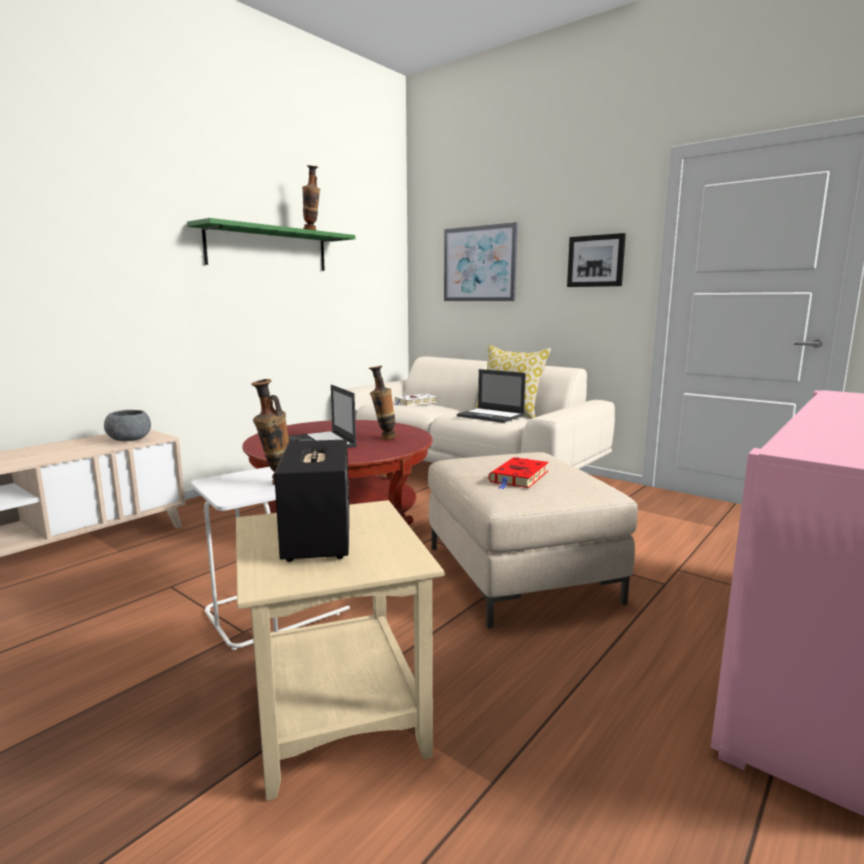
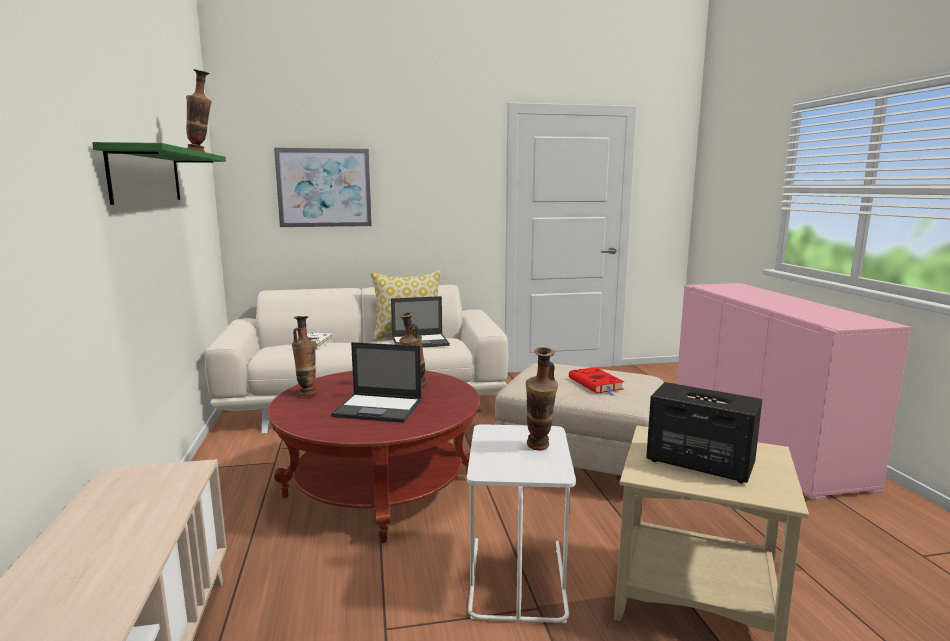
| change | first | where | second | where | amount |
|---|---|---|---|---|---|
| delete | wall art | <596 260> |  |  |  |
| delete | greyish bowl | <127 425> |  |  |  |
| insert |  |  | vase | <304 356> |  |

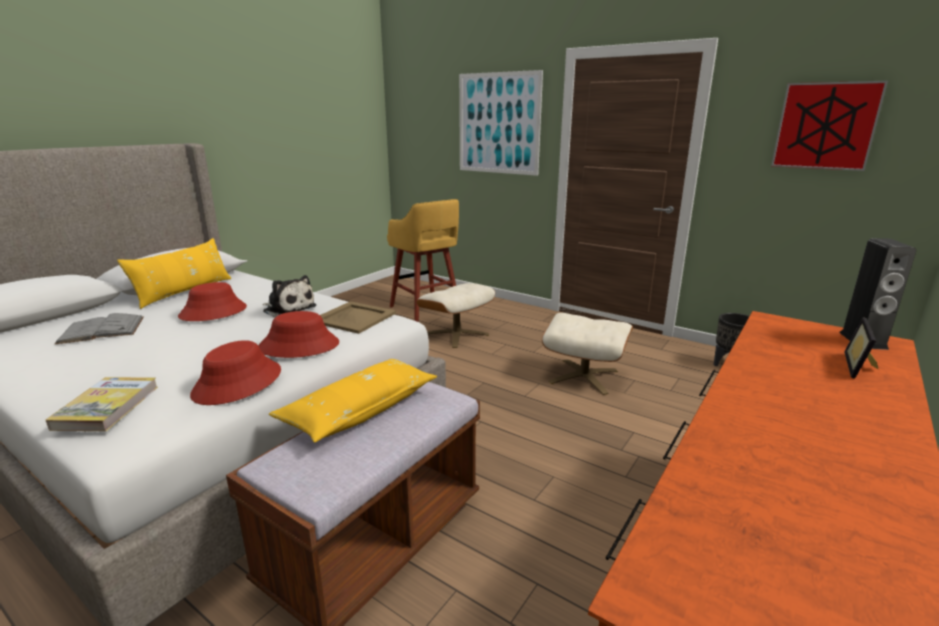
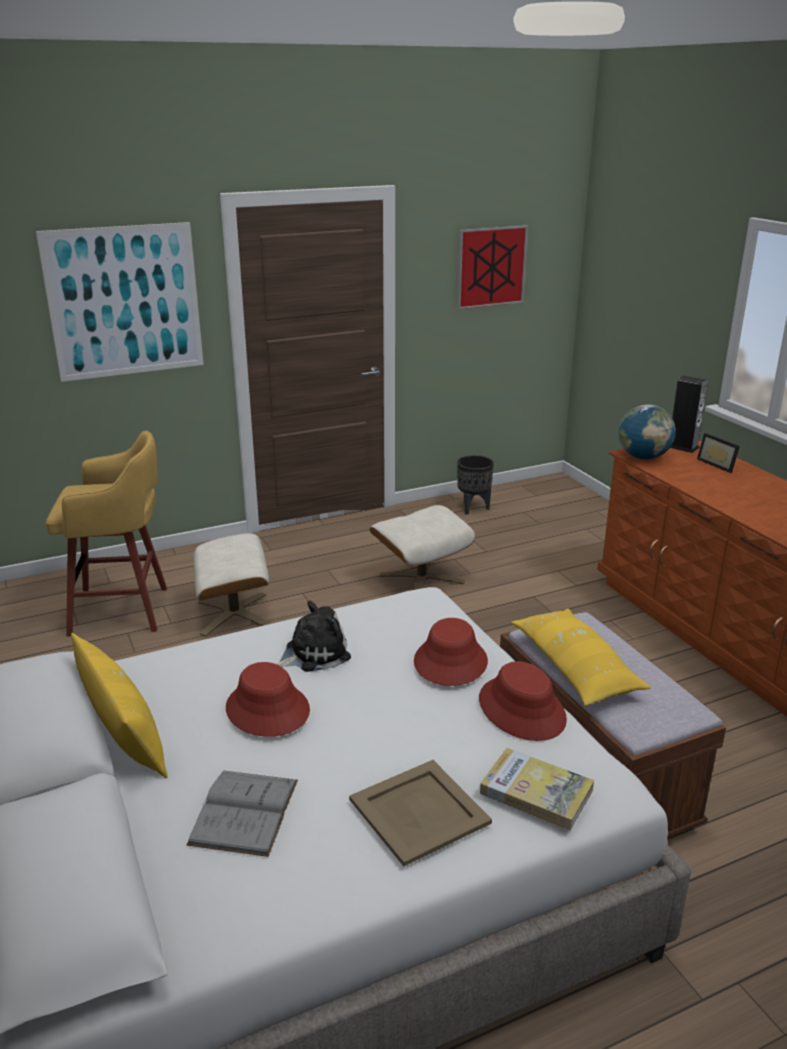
| change | first | where | second | where | amount |
|---|---|---|---|---|---|
| move | beige-coloured tray | <358 317> |  | <420 813> |  |
| insert |  |  | globe | <647 432> |  |

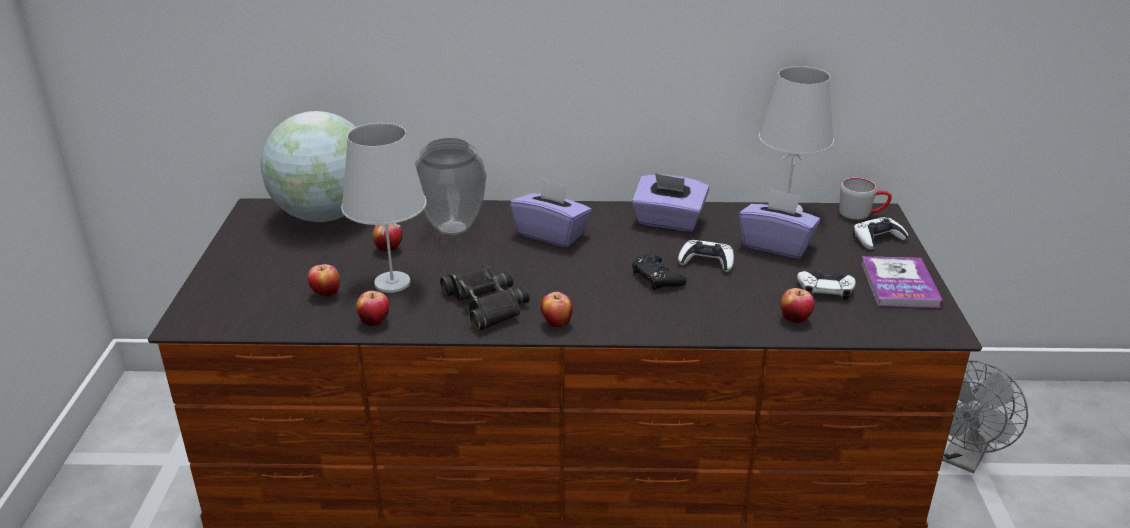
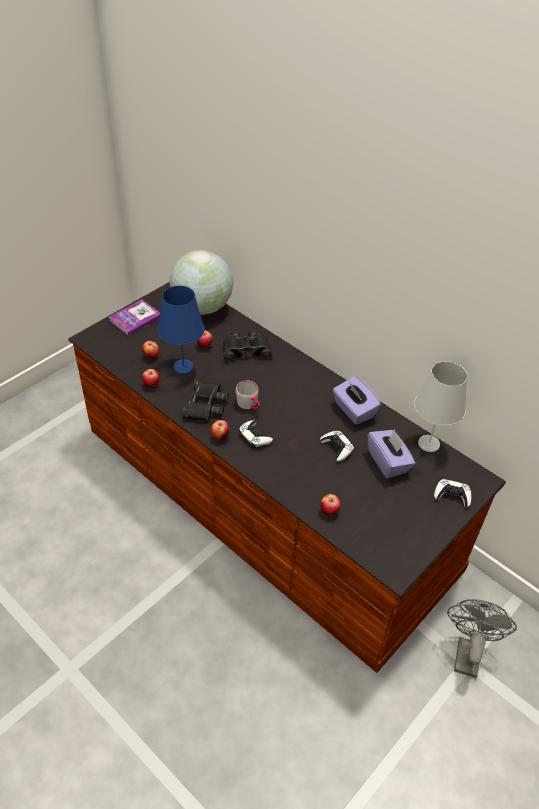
| change | first | where | second | where | amount |
|---|---|---|---|---|---|
| recolor | whitish lamp for a table | <384 208> | blue-coloured lamp for a table | <180 330> |  |
| replace | vase | <451 186> | blackish binoculars | <247 346> |  |
| delete | purple-coloured tissue holder | <551 212> |  |  |  |
| move | greyish tea mug | <865 199> |  | <248 395> |  |
| delete | blackish game controller | <659 272> |  |  |  |
| move | volume | <902 282> |  | <134 318> |  |
| move | whitish game controller | <826 285> |  | <256 434> |  |
| rotate | greyish electric fan | <985 416> |  | <482 638> | 120 degrees clockwise |

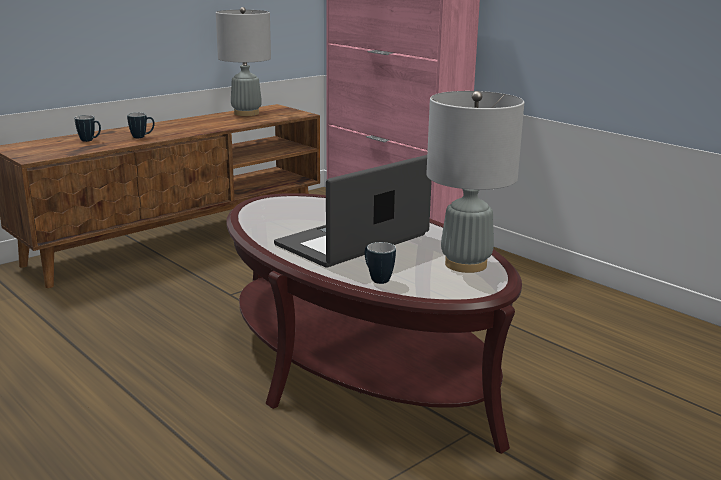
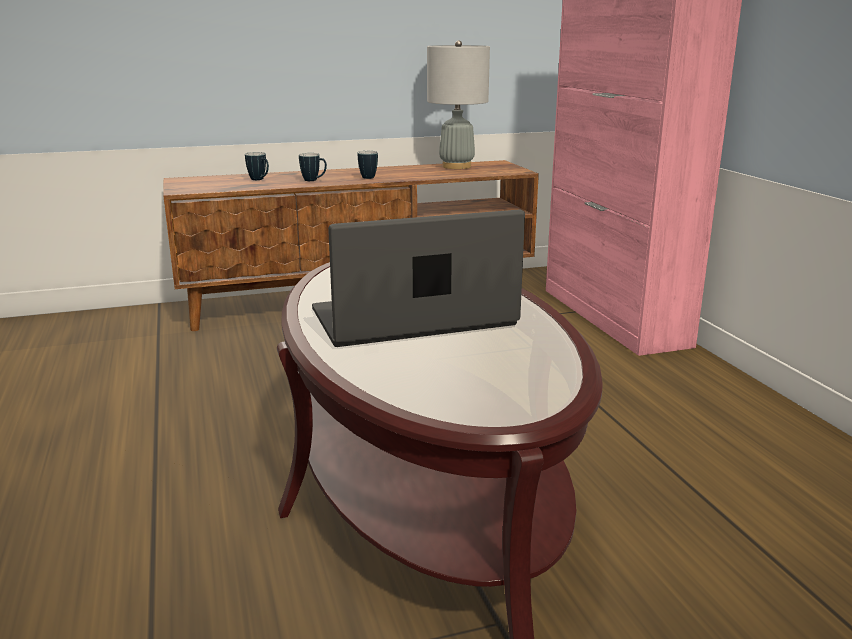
| change | first | where | second | where | amount |
|---|---|---|---|---|---|
| delete | greyish lamp for a table | <475 182> |  |  |  |
| move | tea mug | <380 263> |  | <368 165> |  |

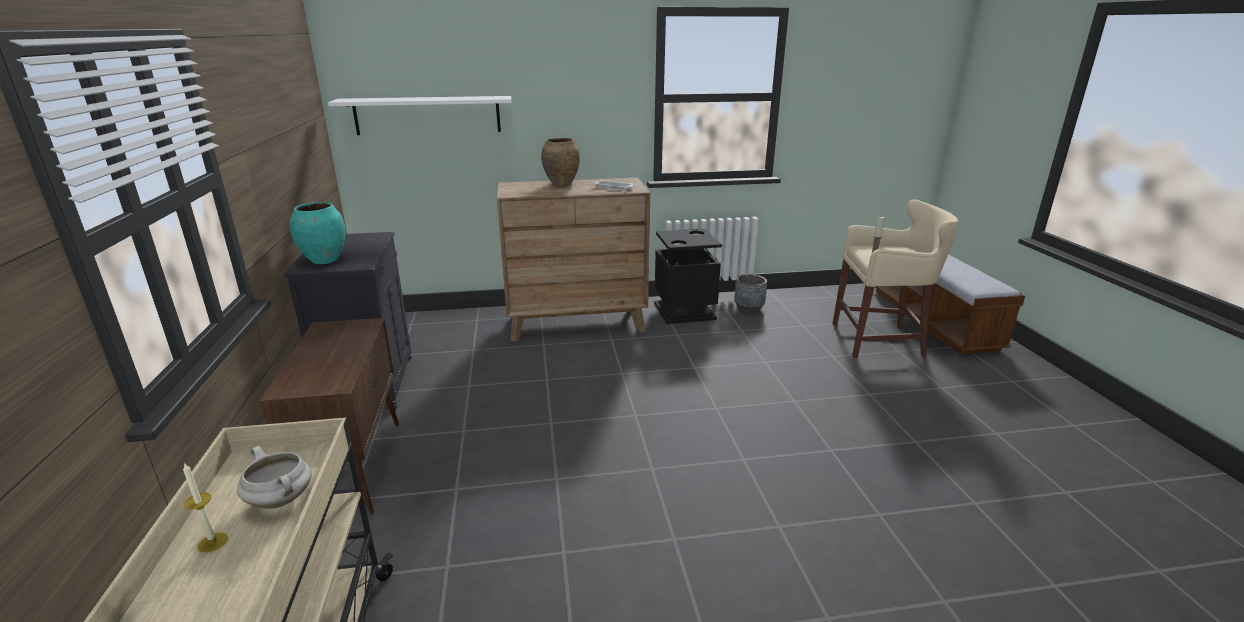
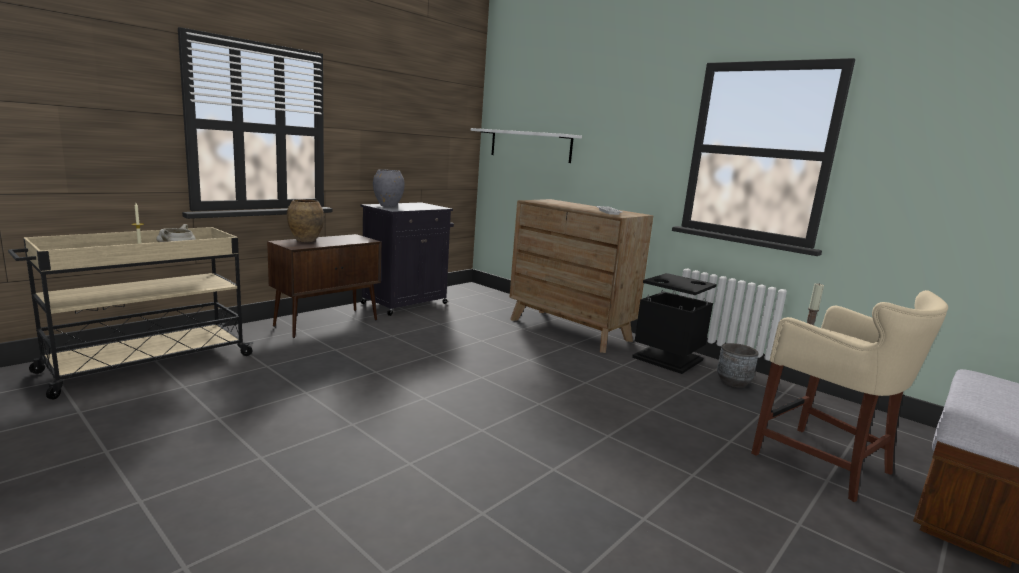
| change | first | where | second | where | amount |
|---|---|---|---|---|---|
| move | brown-coloured vase | <560 162> |  | <305 220> |  |
| recolor | blue-green vase | <317 233> | greyish vase | <389 188> |  |

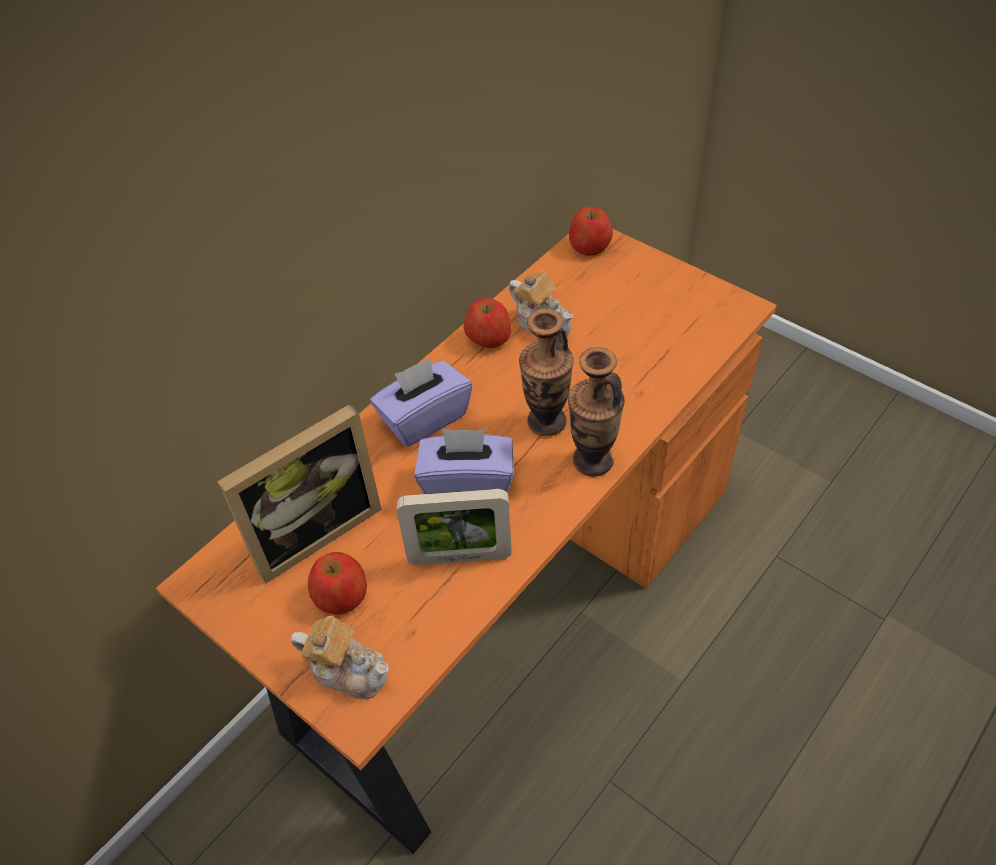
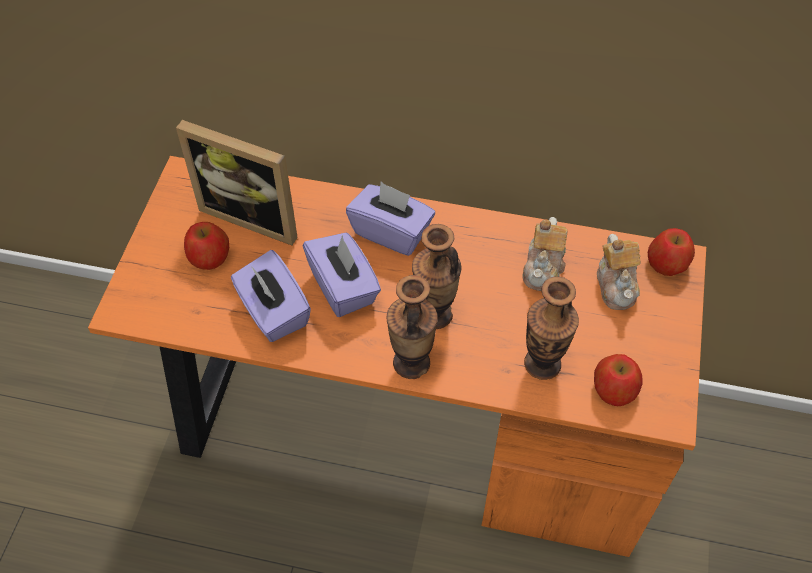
| change | first | where | second | where | amount |
|---|---|---|---|---|---|
| move | whole apple | <487 323> |  | <618 380> |  |
| replace | standing frame | <454 527> | purple-coloured tissue holder | <271 296> |  |
| move | teapot | <340 657> |  | <619 272> |  |
| insert |  |  | vase | <551 328> |  |

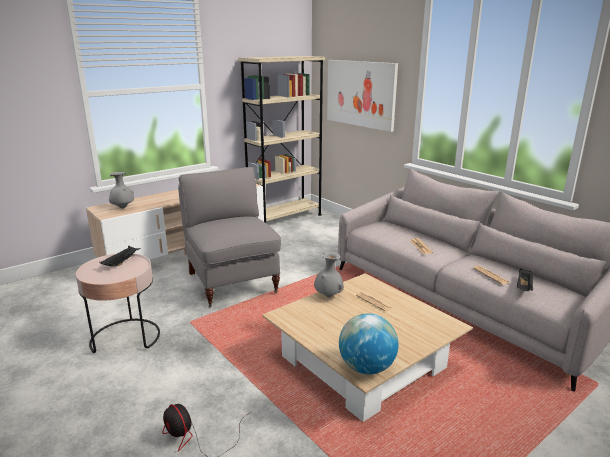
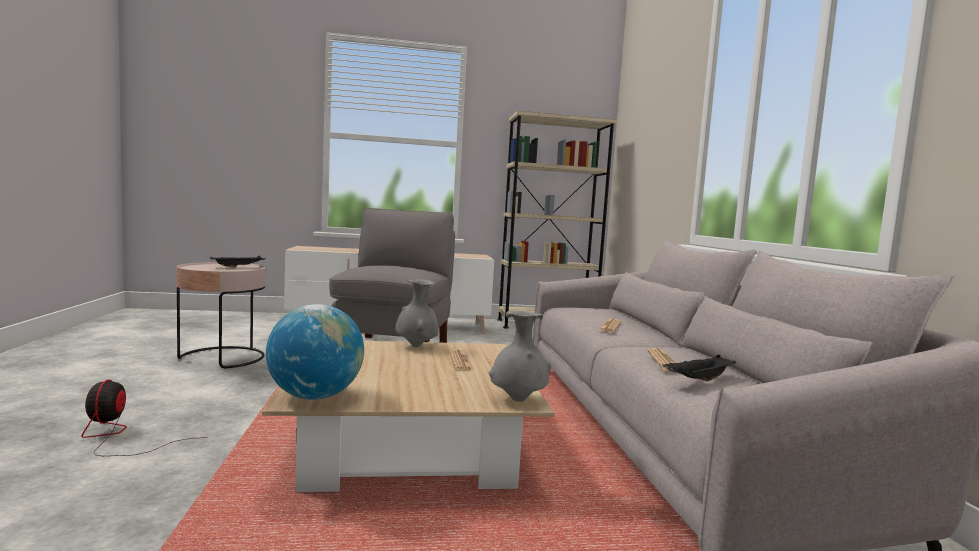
| change | first | where | second | where | amount |
|---|---|---|---|---|---|
| delete | wall art | <362 96> |  |  |  |
| move | greyish vase | <121 190> |  | <520 356> |  |

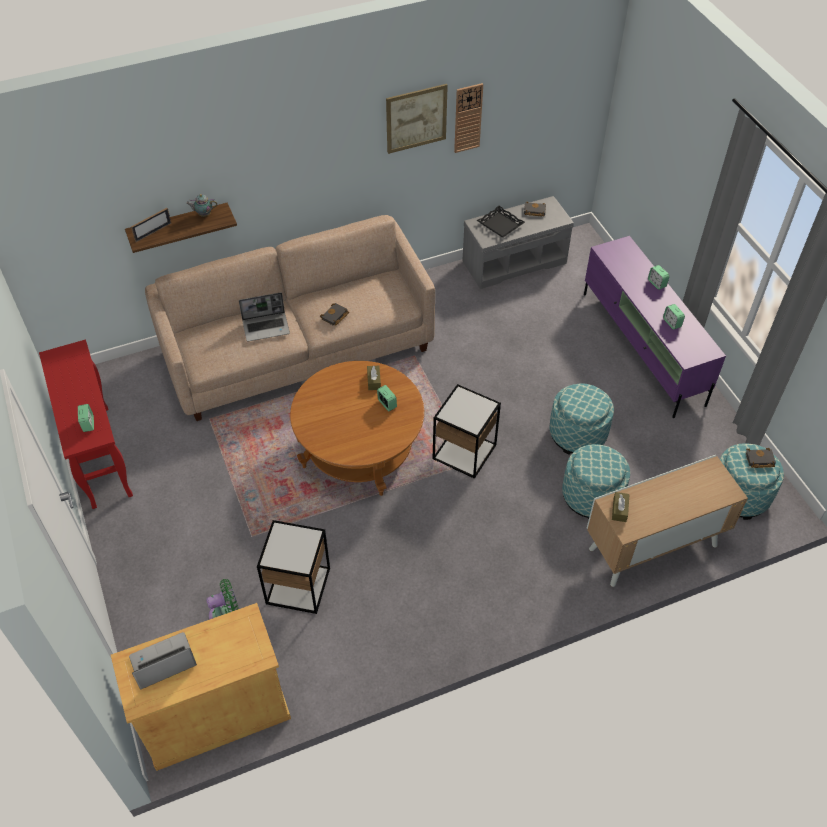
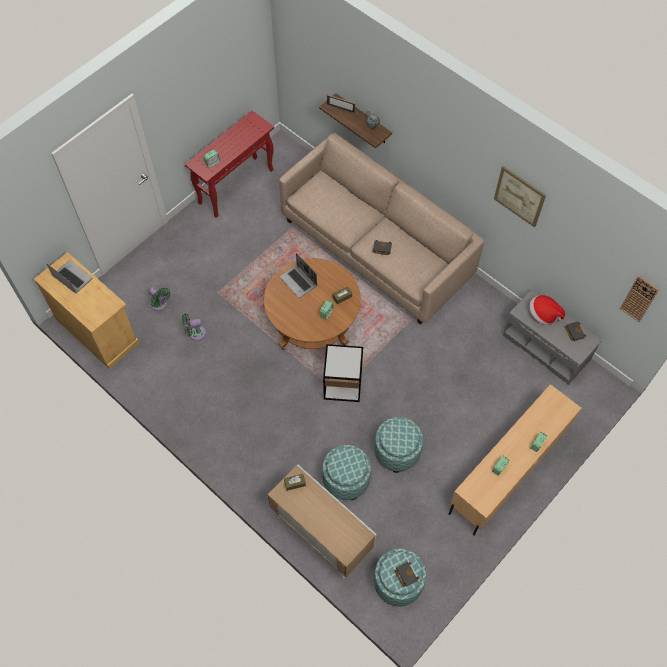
| change | first | where | second | where | amount |
|---|---|---|---|---|---|
| move | wall clock | <468 118> |  | <639 298> |  |
| replace | blackish tray | <501 222> | wearable hat | <547 310> |  |
| recolor | purple-coloured tv stand | <655 327> | beige-coloured tv stand | <515 460> |  |
| move | laptop | <264 317> |  | <298 275> |  |
| replace | side table | <293 567> | greenish electric fan | <194 327> |  |

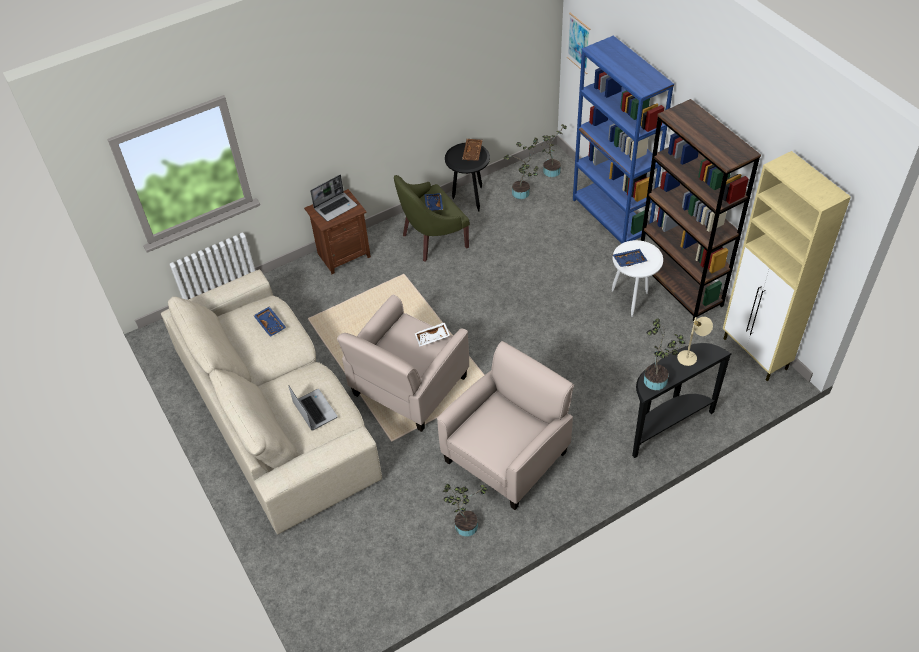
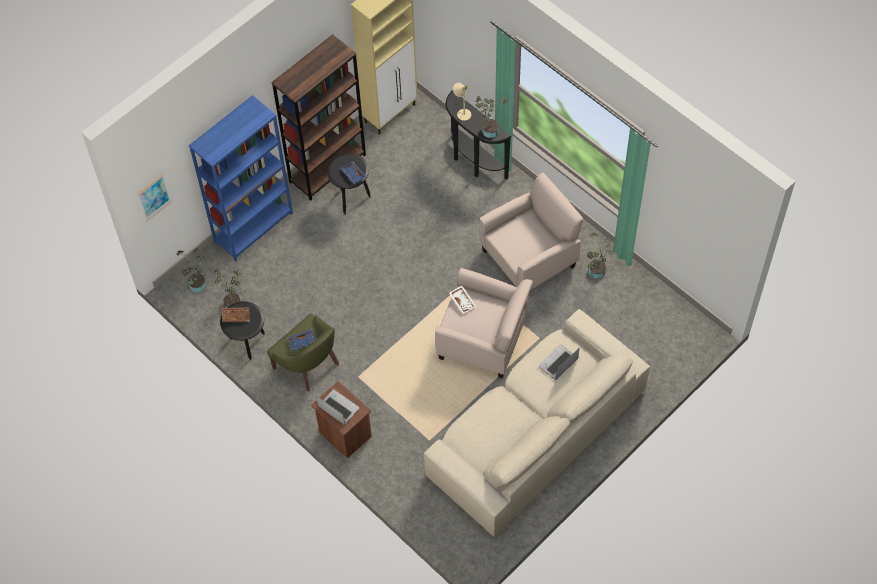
| change | first | where | second | where | amount |
|---|---|---|---|---|---|
| recolor | whitish side table | <637 278> | blackish side table | <348 184> |  |
| delete | blue-coloured tray | <269 321> |  |  |  |
| rotate | beige-coloured easy chair | <505 425> |  | <532 231> | 120 degrees clockwise |

